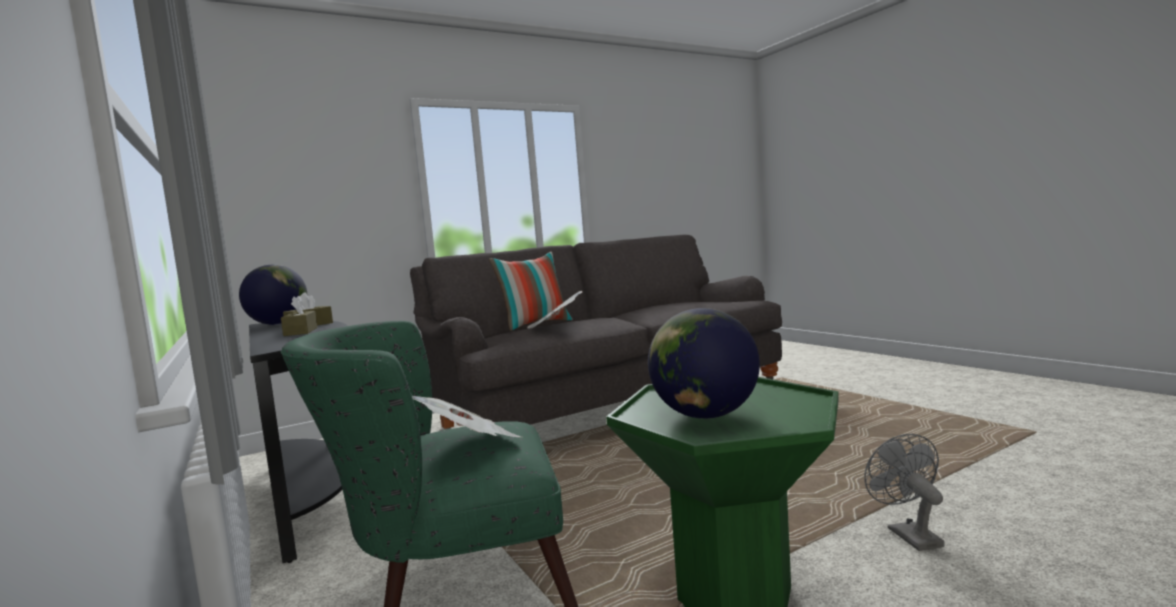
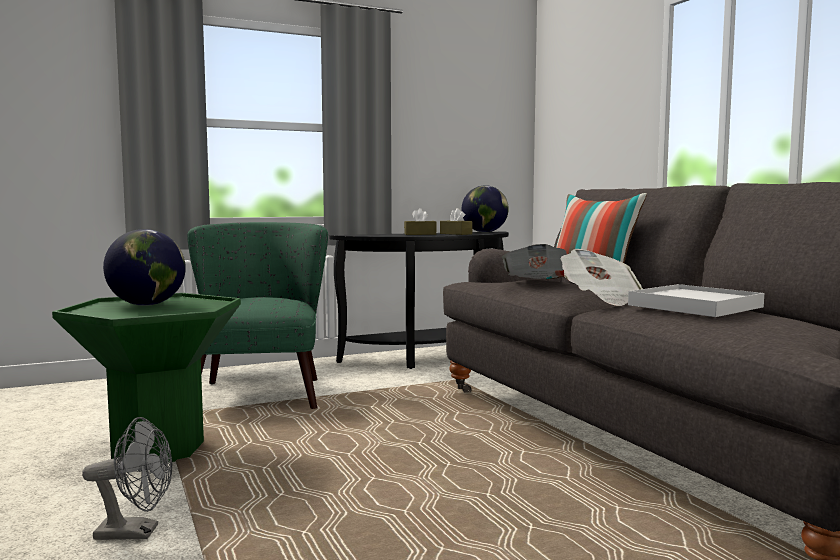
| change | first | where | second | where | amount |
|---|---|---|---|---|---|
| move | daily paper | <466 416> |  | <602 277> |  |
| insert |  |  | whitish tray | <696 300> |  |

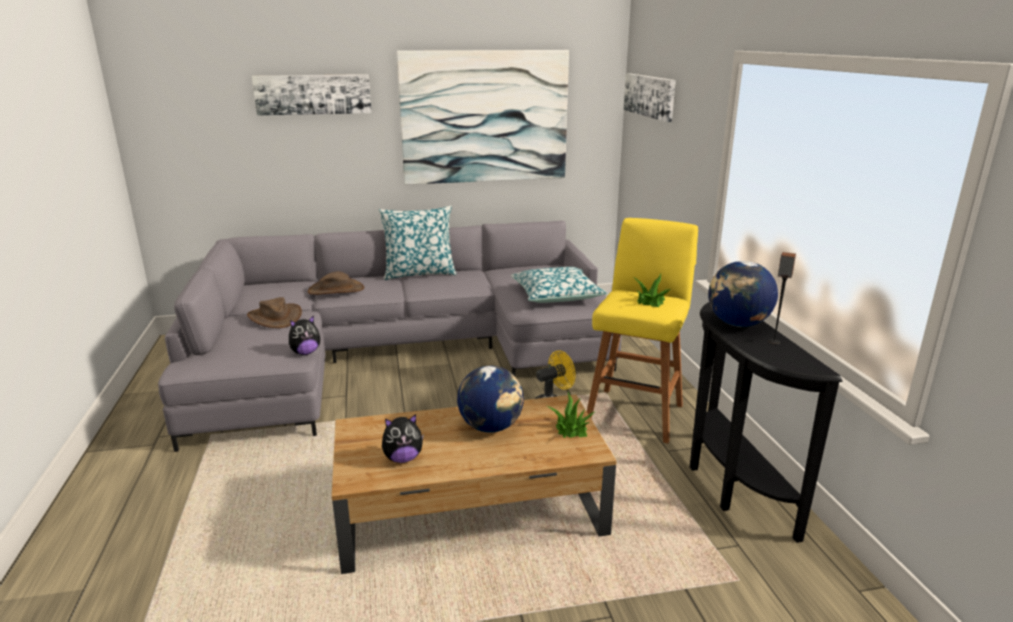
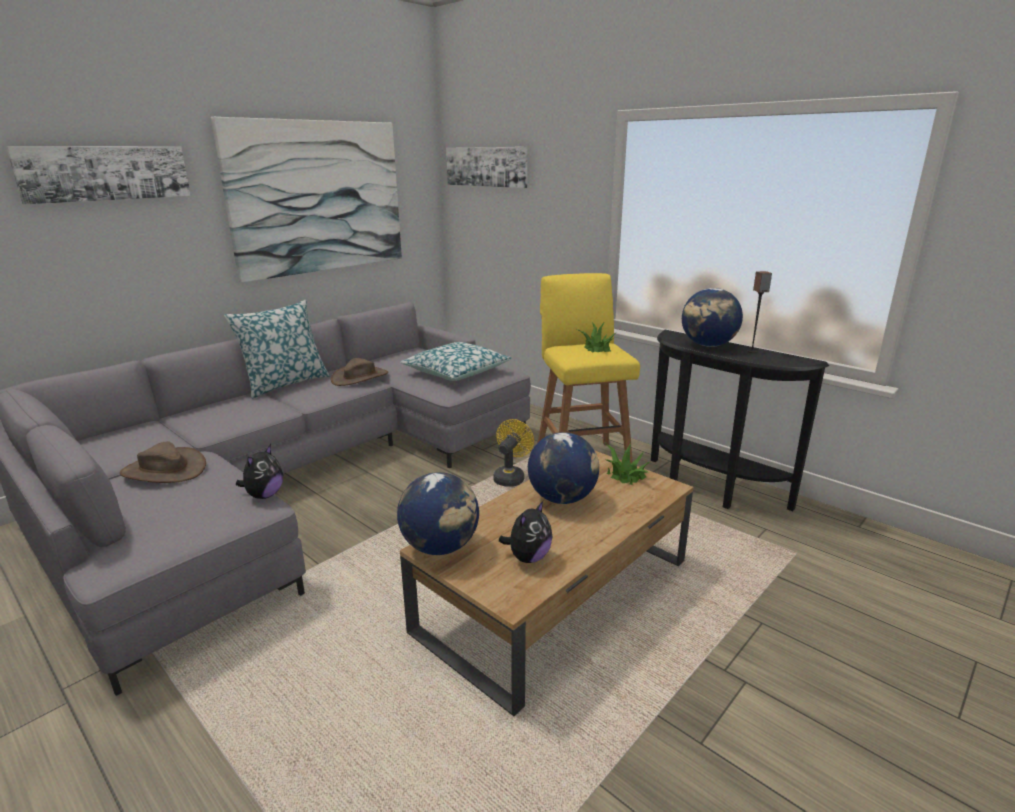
| change | first | where | second | where | amount |
|---|---|---|---|---|---|
| move | brown-coloured wearable hat | <336 283> |  | <359 372> |  |
| insert |  |  | globe | <438 513> |  |

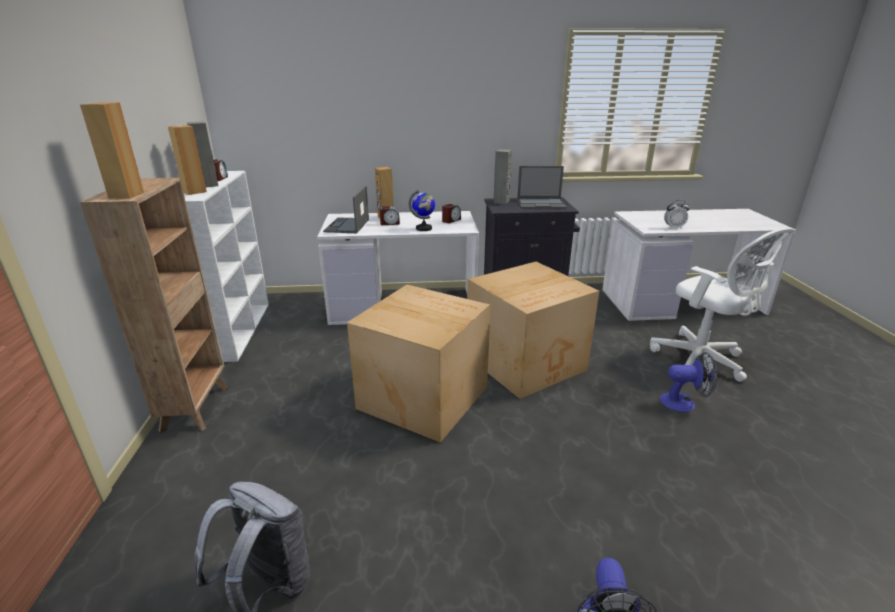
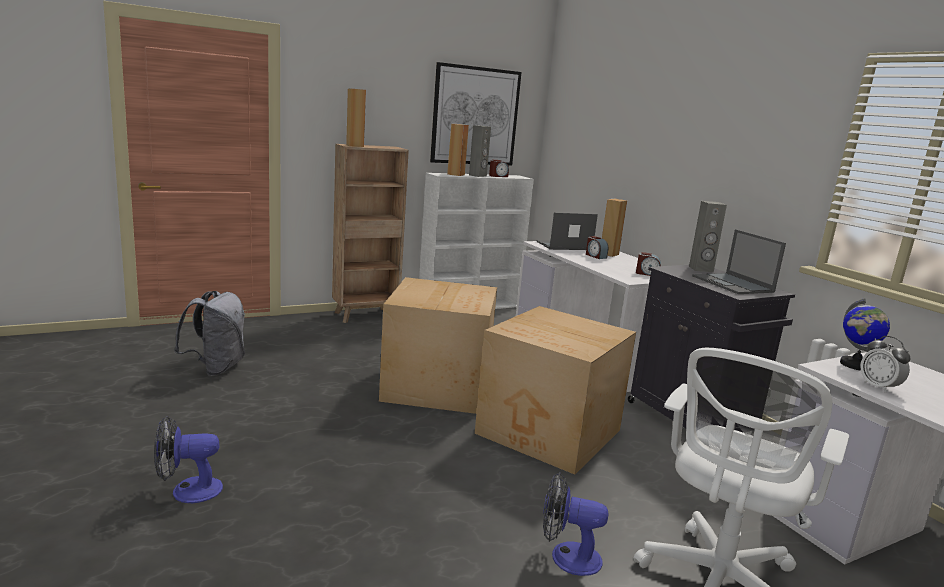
| change | first | where | second | where | amount |
|---|---|---|---|---|---|
| move | globe | <422 210> |  | <865 334> |  |
| rotate | electric fan | <688 382> |  | <576 524> | 120 degrees clockwise |
| insert |  |  | wall art | <476 113> |  |

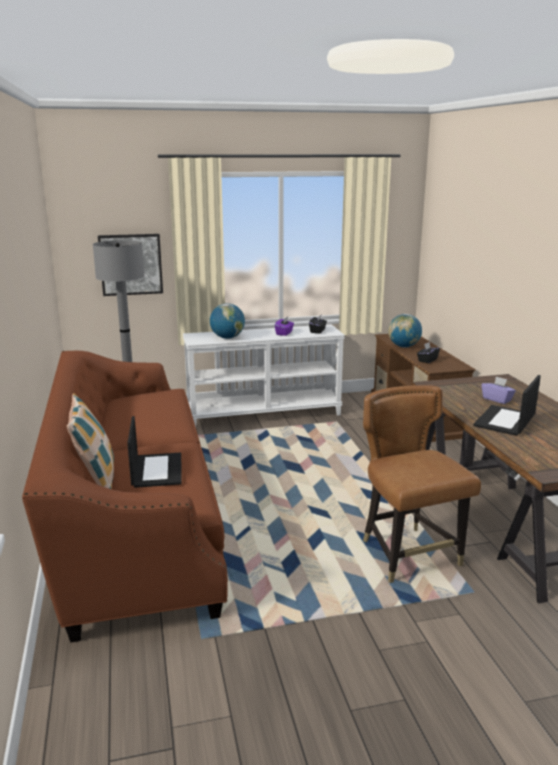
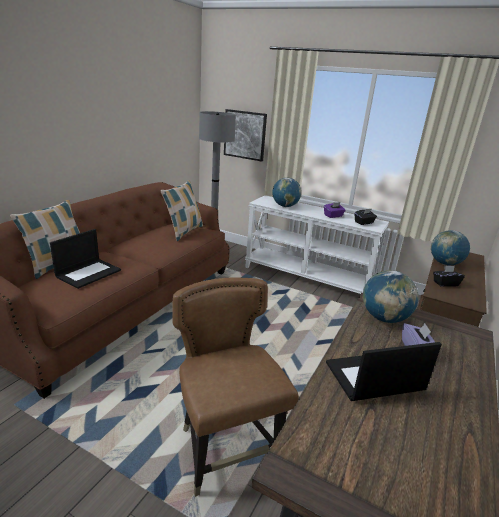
| change | first | where | second | where | amount |
|---|---|---|---|---|---|
| rotate | brown-coloured chair | <422 484> |  | <235 387> | 45 degrees counterclockwise |
| insert |  |  | throw pillow | <182 210> |  |
| insert |  |  | globe | <391 296> |  |

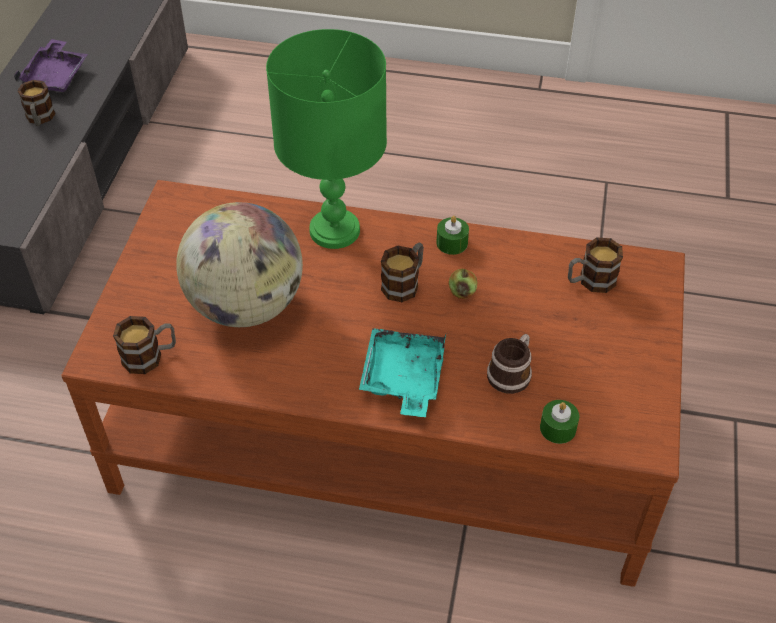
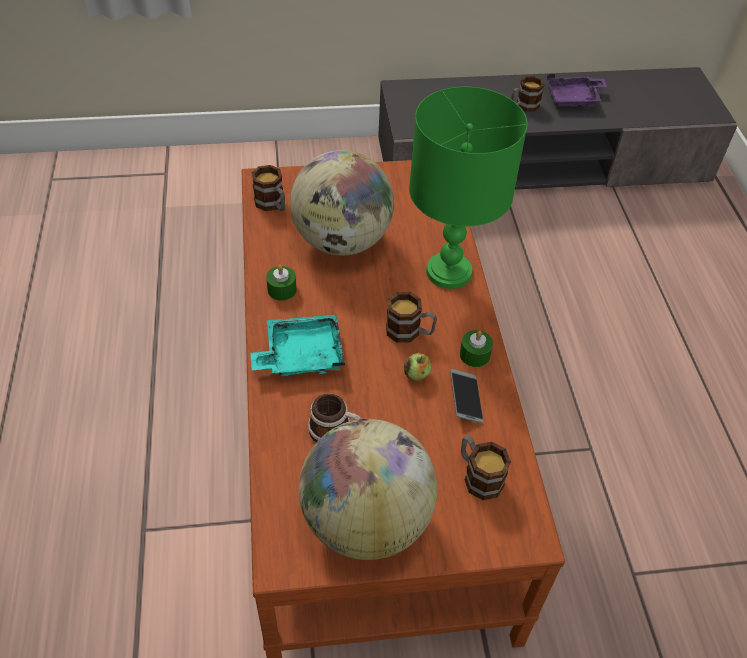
| change | first | where | second | where | amount |
|---|---|---|---|---|---|
| move | greenish wax light | <559 422> |  | <281 283> |  |
| insert |  |  | telephone | <466 396> |  |
| insert |  |  | globe | <368 489> |  |

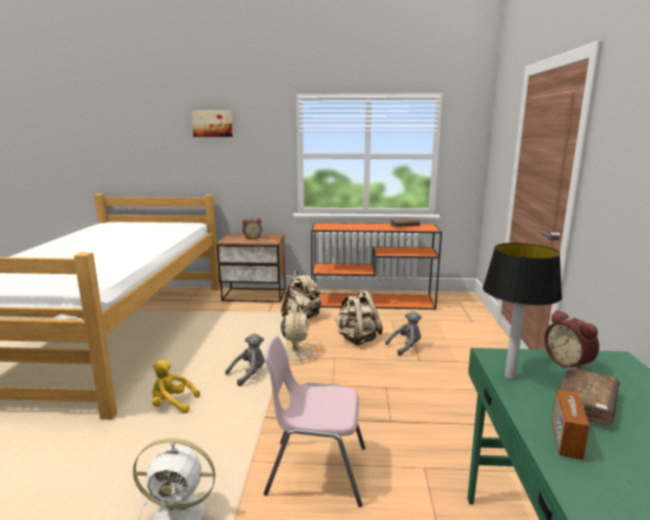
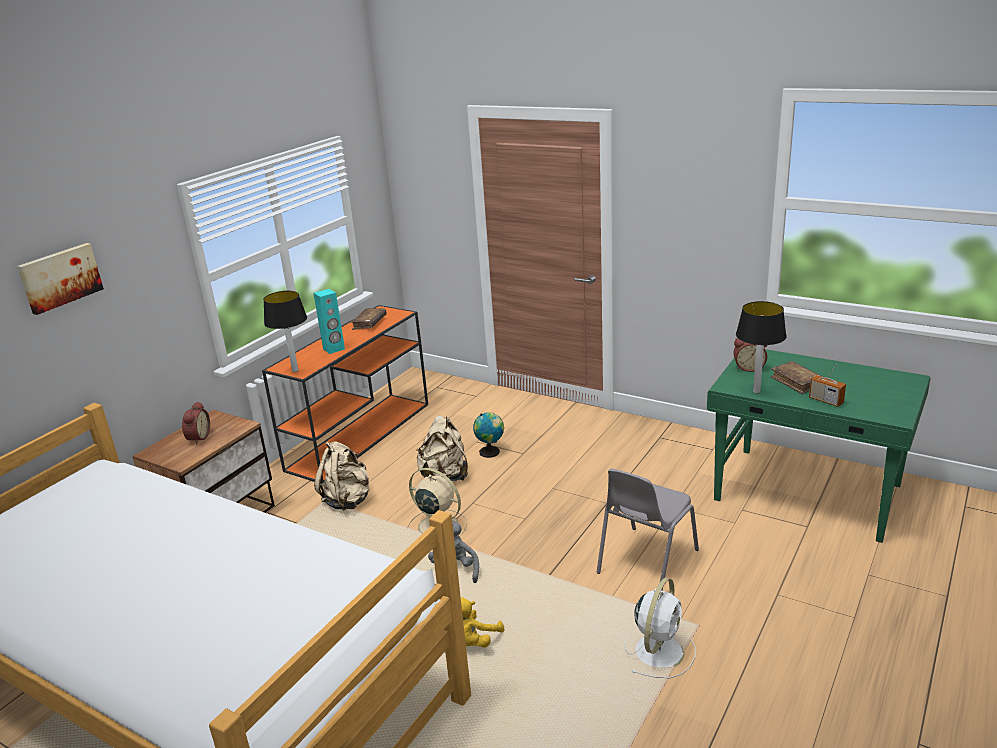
| change | first | where | second | where | amount |
|---|---|---|---|---|---|
| replace | greyish soft toy | <403 333> | globe | <488 435> |  |
| recolor | pink-coloured chair | <314 421> | greyish chair | <648 530> |  |
| insert |  |  | blue-green loudspeaker | <329 321> |  |
| insert |  |  | lamp for a table | <285 331> |  |

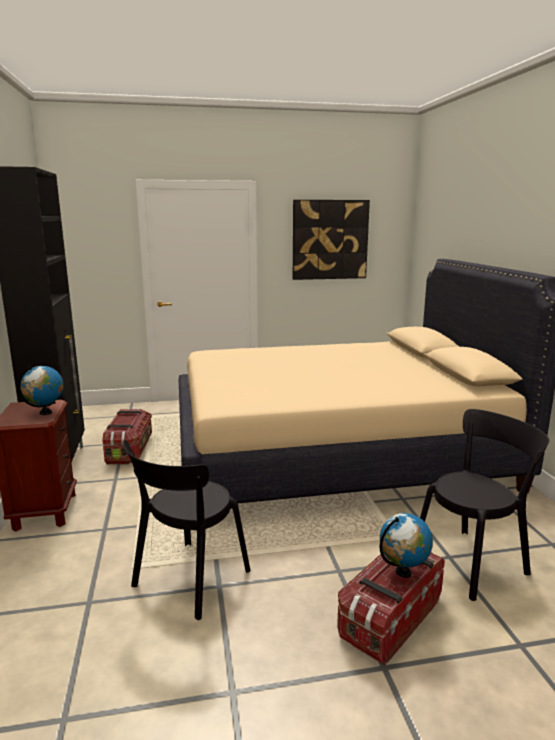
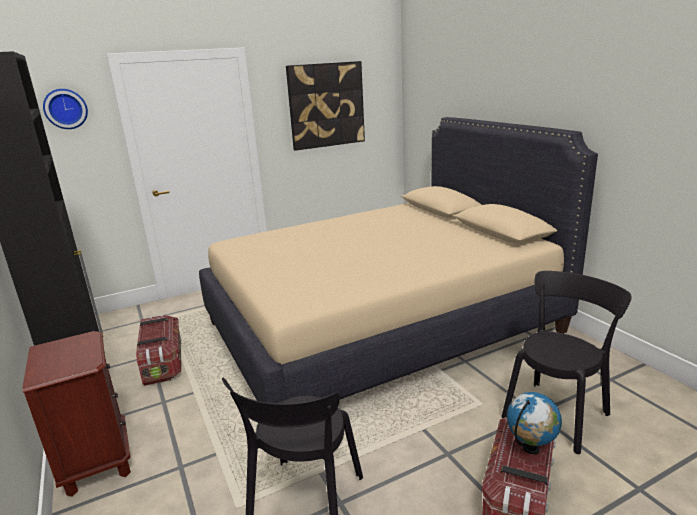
| change | first | where | second | where | amount |
|---|---|---|---|---|---|
| delete | globe | <40 390> |  |  |  |
| insert |  |  | wall clock | <65 109> |  |

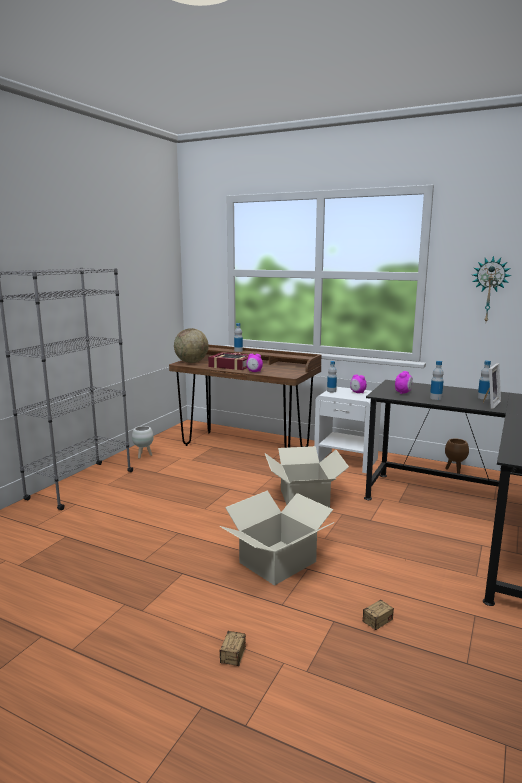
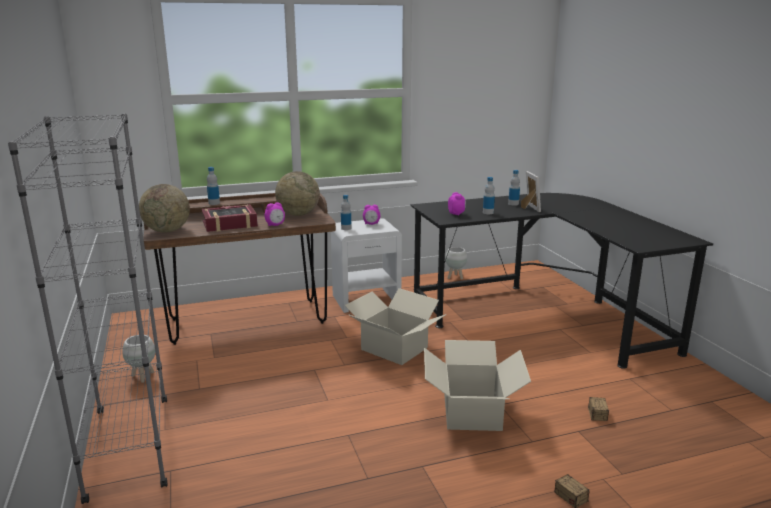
| change | first | where | second | where | amount |
|---|---|---|---|---|---|
| delete | wall clock | <492 289> |  |  |  |
| recolor | brown-coloured flower pot | <457 456> | whitish flower pot | <456 263> |  |
| insert |  |  | globe | <297 193> |  |

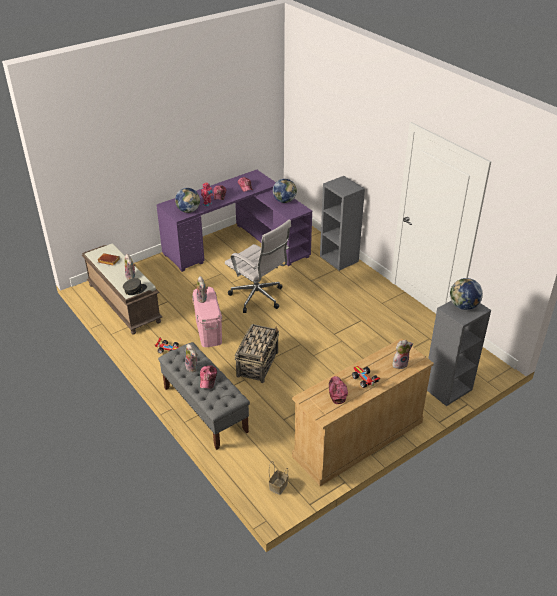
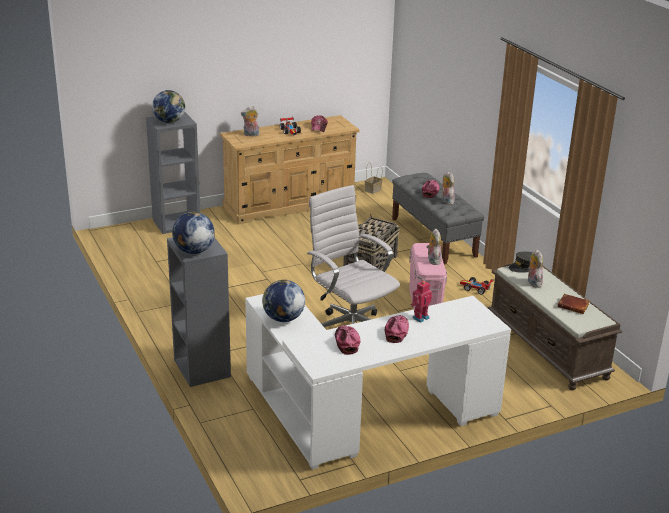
| change | first | where | second | where | amount |
|---|---|---|---|---|---|
| recolor | purple-coloured desk | <234 221> | whitish desk | <378 382> |  |
| move | globe | <187 200> |  | <193 233> |  |

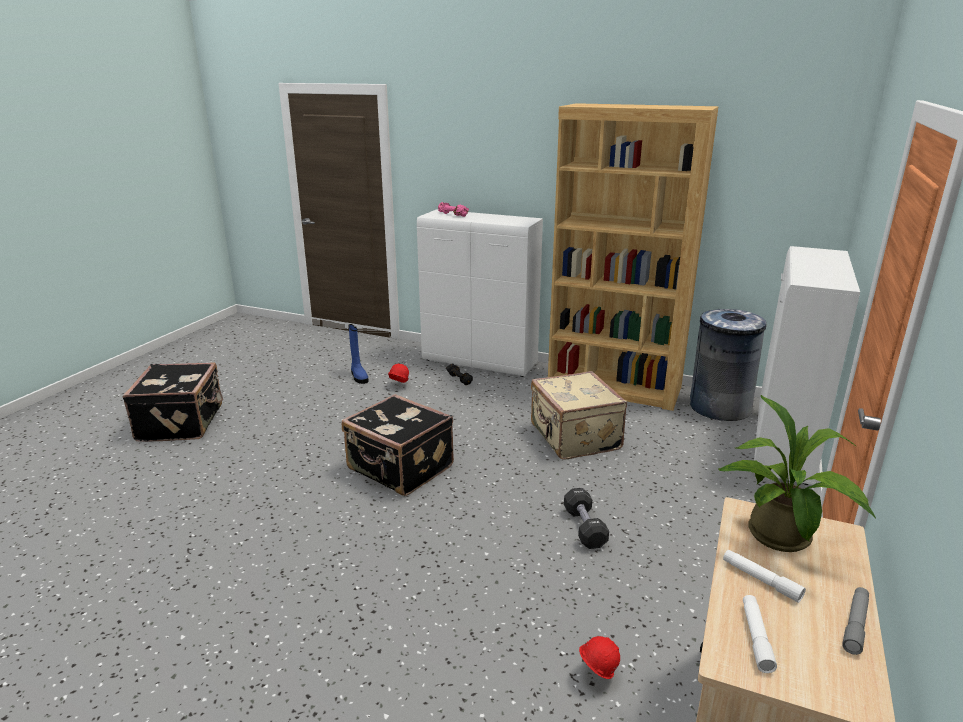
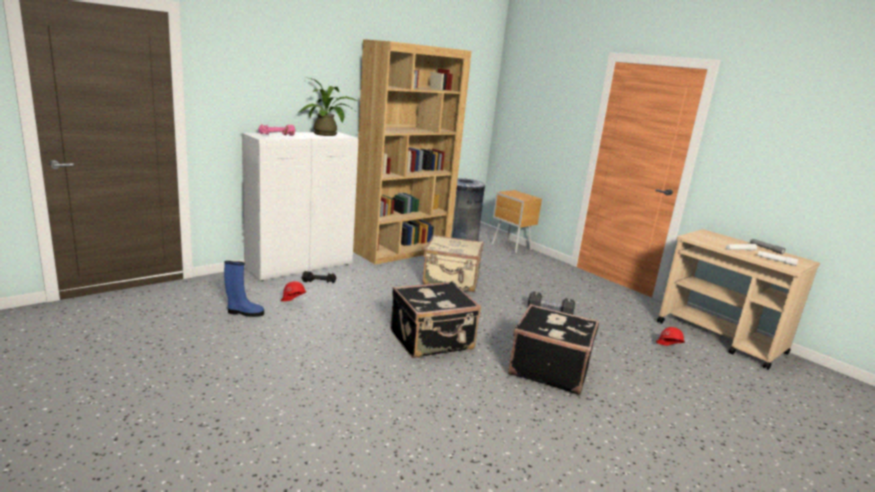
| change | first | where | second | where | amount |
|---|---|---|---|---|---|
| replace | whitish cupboard | <807 365> | brown-coloured nightstand | <517 222> |  |
| move | blackish piece of luggage | <172 402> |  | <553 349> |  |
| move | houseplant | <797 473> |  | <327 106> |  |

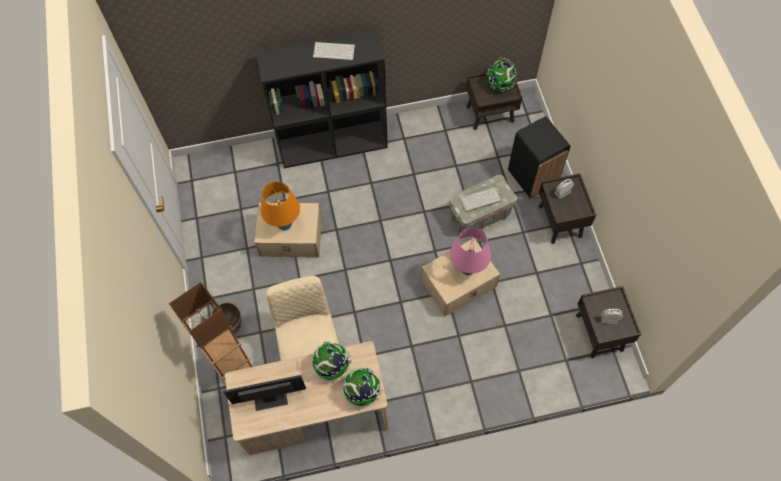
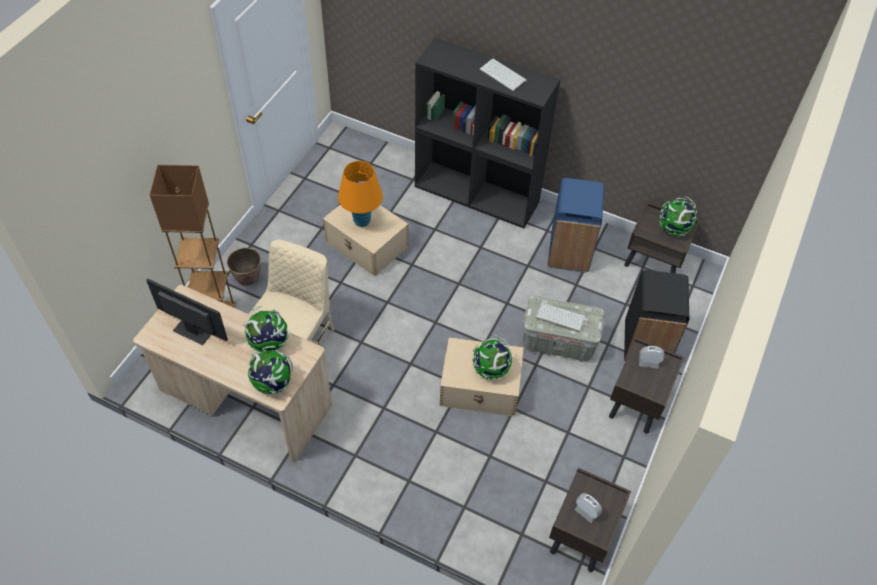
| change | first | where | second | where | amount |
|---|---|---|---|---|---|
| replace | pink-coloured lamp for a table | <470 251> | globe | <492 357> |  |
| insert |  |  | blue-coloured trash can | <576 225> |  |

